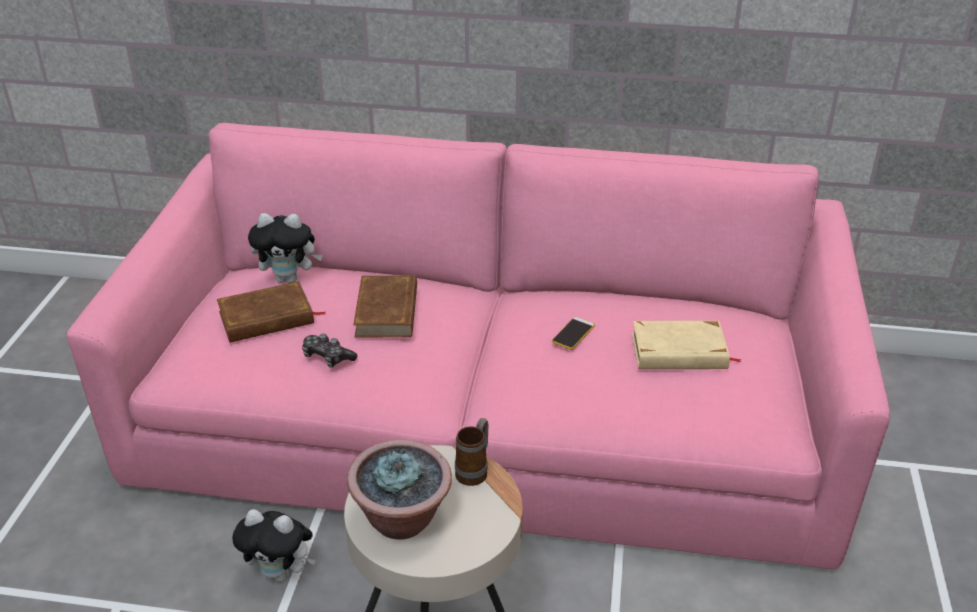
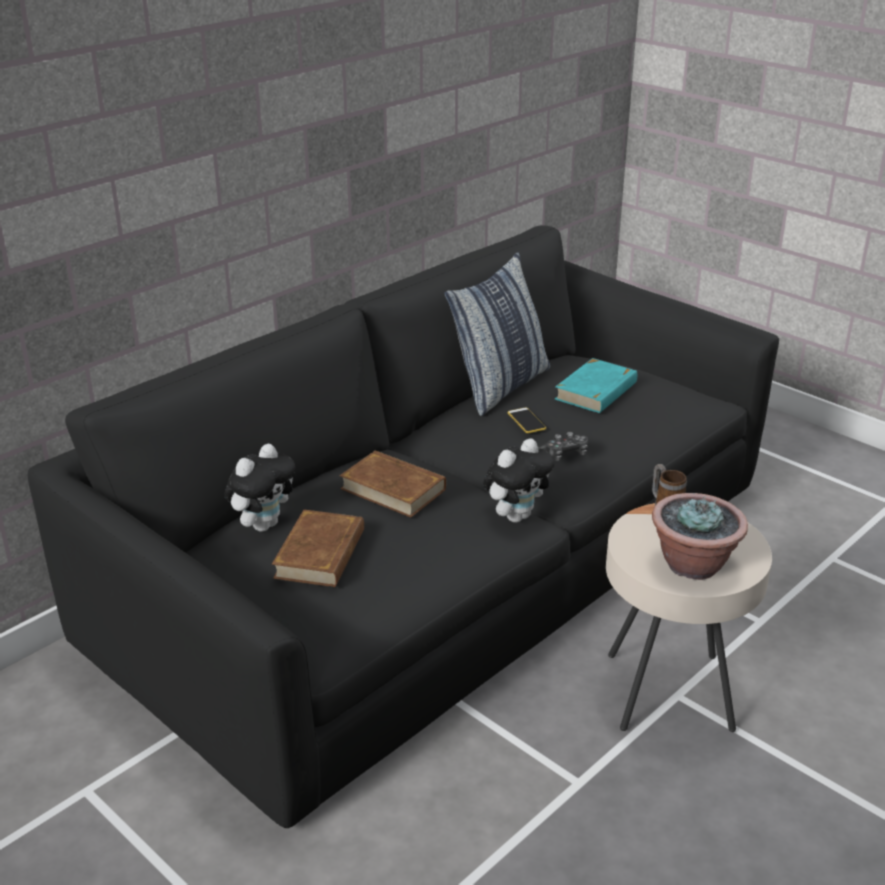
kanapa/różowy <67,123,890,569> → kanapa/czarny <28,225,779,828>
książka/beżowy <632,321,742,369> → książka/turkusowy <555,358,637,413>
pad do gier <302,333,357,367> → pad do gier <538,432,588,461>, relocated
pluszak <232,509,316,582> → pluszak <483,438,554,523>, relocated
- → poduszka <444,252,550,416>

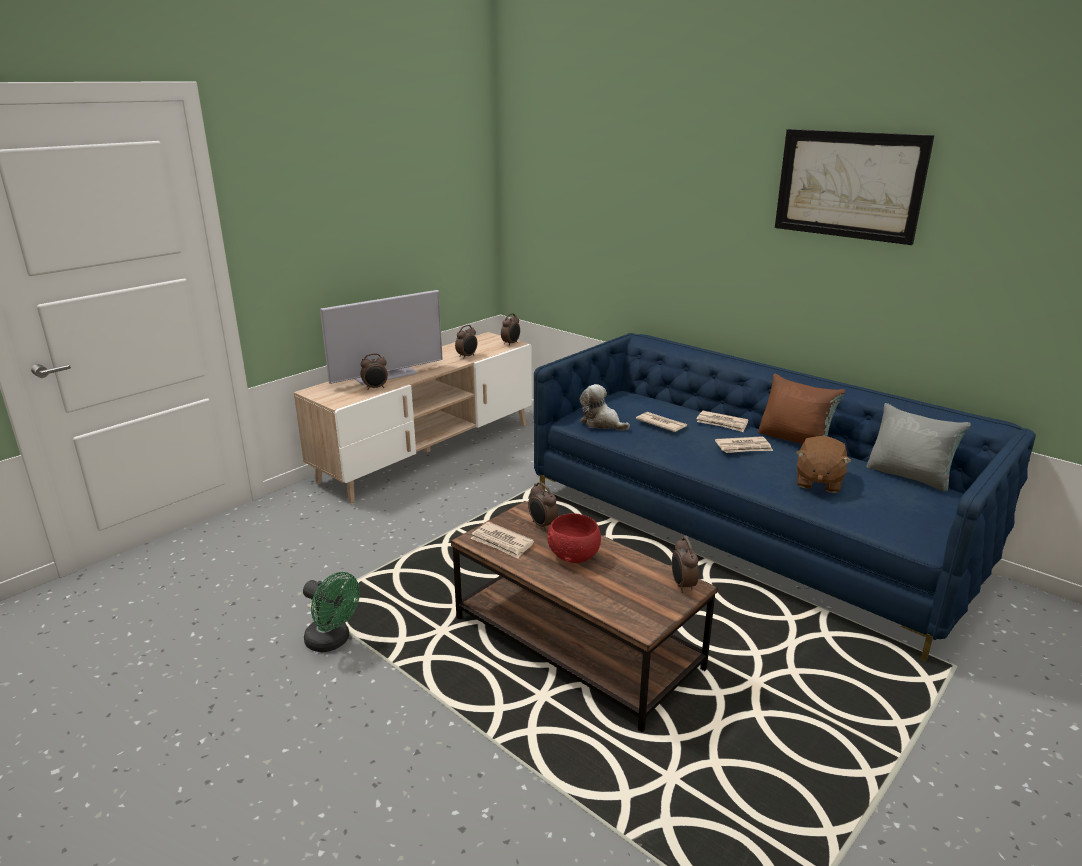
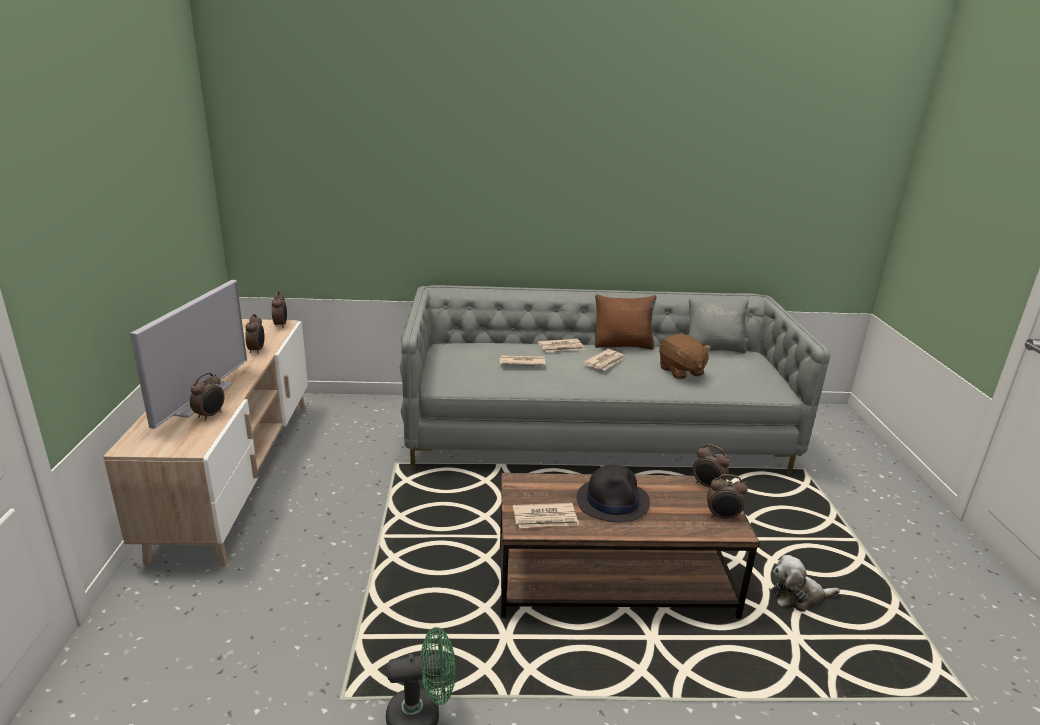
obraz <775,129,934,245> → -
kanapa/niebieski <534,333,1036,662> → kanapa/szary <399,285,830,474>
pluszak <579,384,630,431> → pluszak <771,555,840,612>, relocated
budzik <528,482,558,531> → budzik <707,474,748,521>, relocated
miska/czerwony <547,513,601,563> → kapelusz/czarny <576,465,650,522>

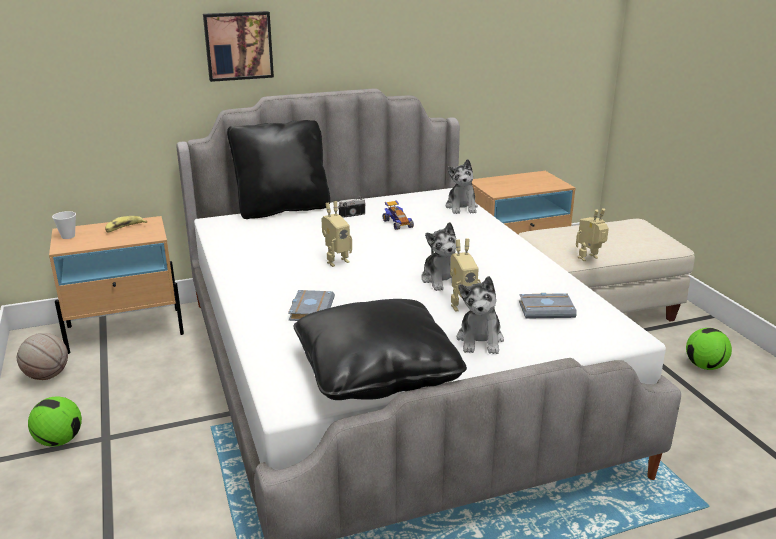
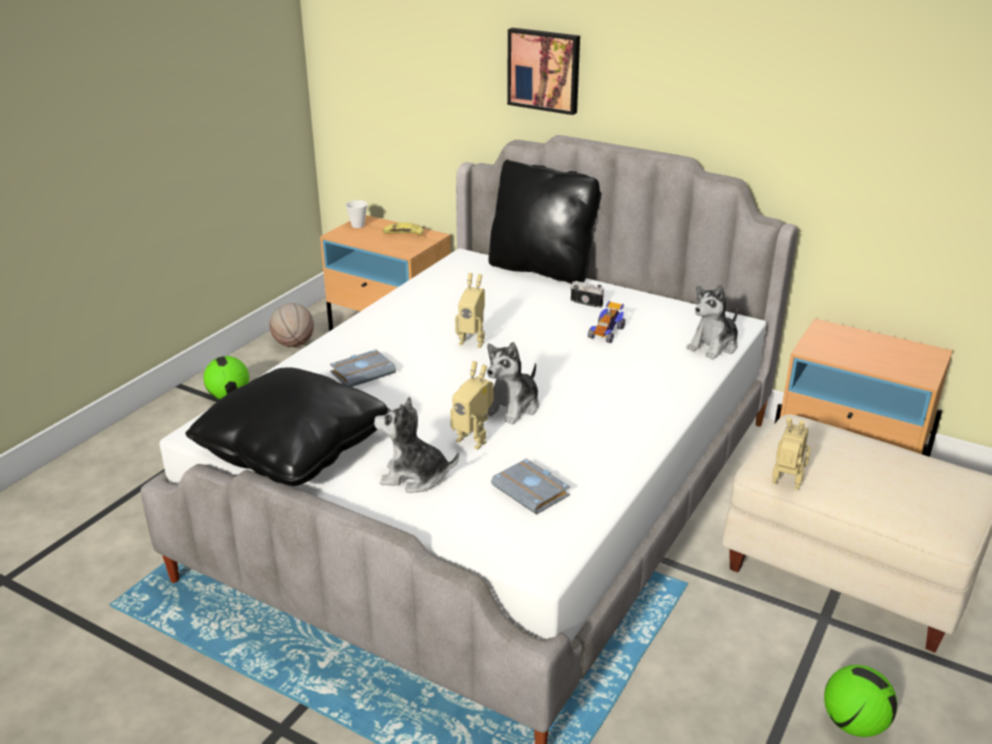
pluszak <457,276,504,354> → pluszak <374,397,459,493>, 45 degrees clockwise

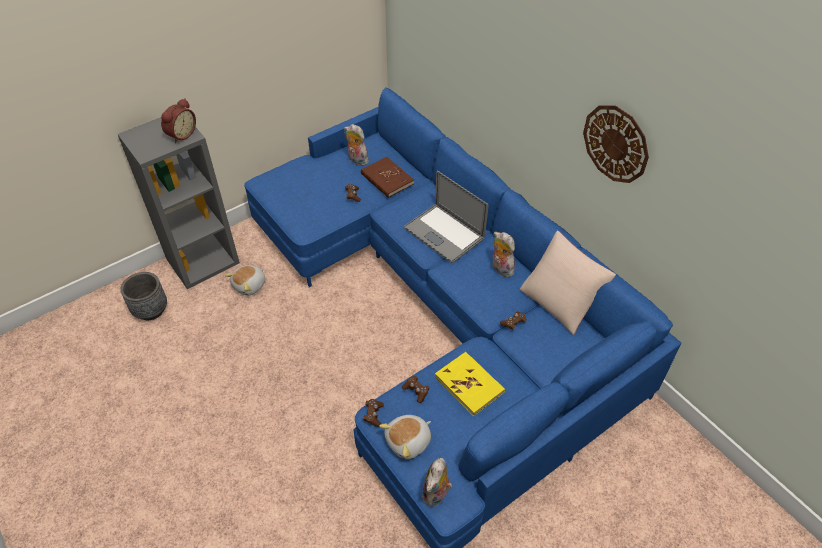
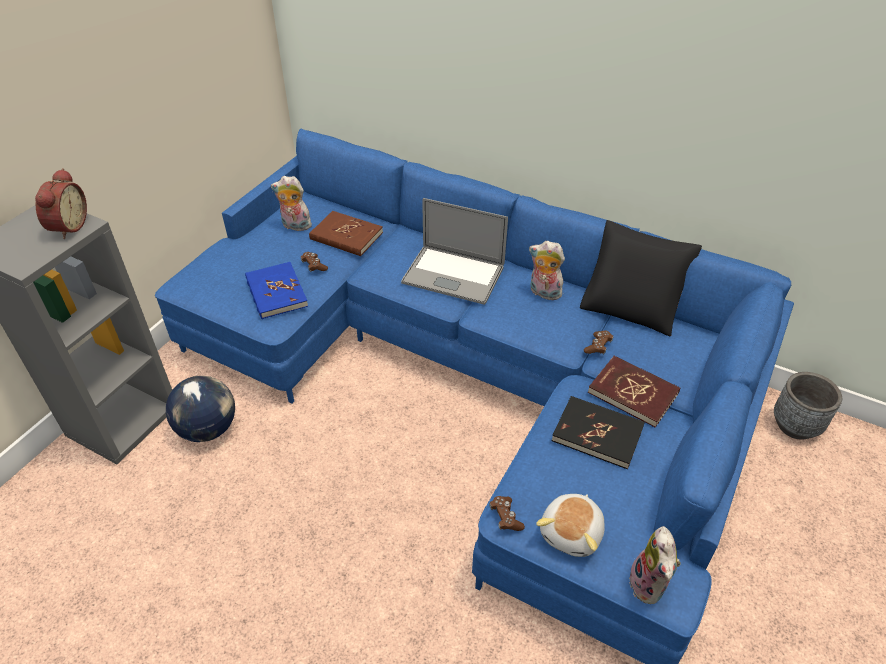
zegar ścienny <583,105,649,183> → -
poduszka/beżowy <520,230,616,335> → poduszka/czarny <580,220,702,337>
pluszak <225,265,265,296> → globus <166,376,235,442>
donica/szary <120,272,167,320> → donica/szary <774,372,842,440>, relocated
książka/żółty <435,352,505,416> → książka/czarny <552,396,645,470>
pad do gier/brązowy <402,376,429,403> → -
- → książka/niebieski <245,262,308,319>
- → książka/czerwony <588,356,680,427>

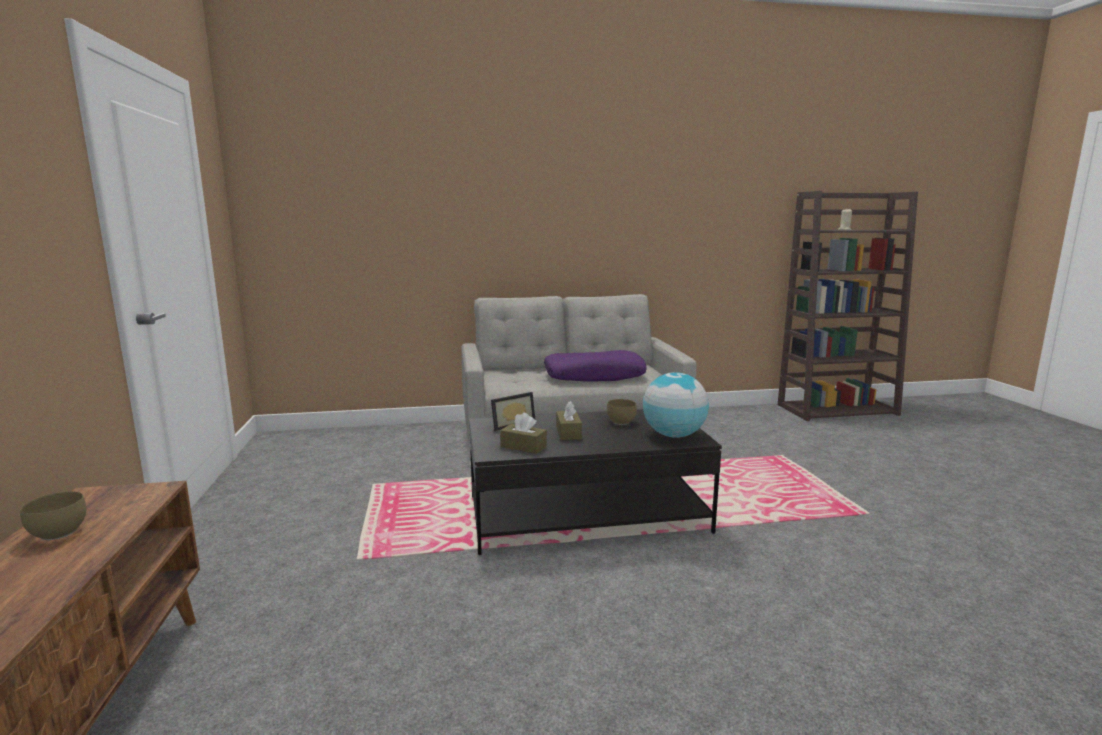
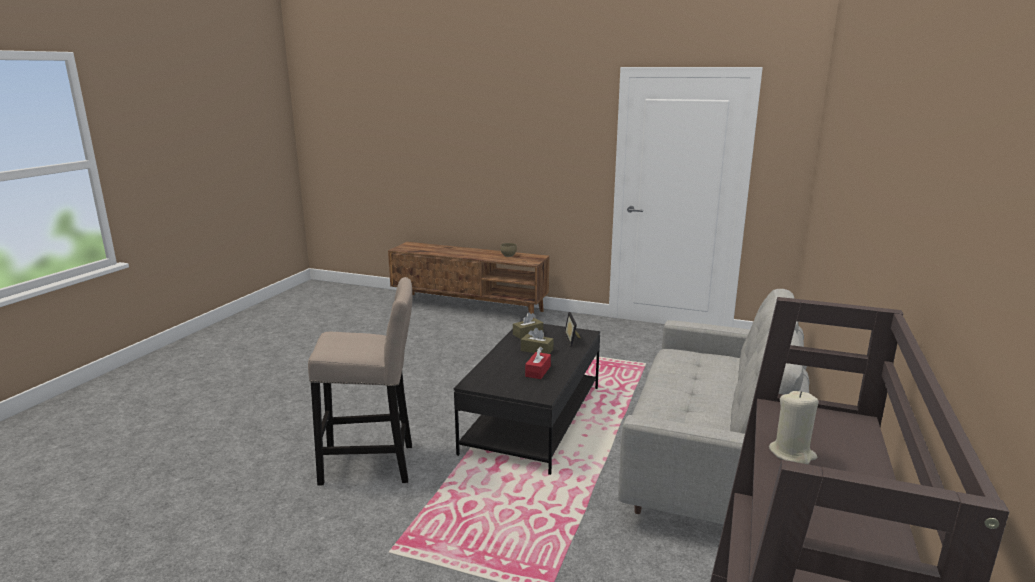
poduszka/fioletowy <544,350,646,382> → -
globus <643,372,709,438> → -
miska/brązowy <607,399,637,425> → pudełko chusteczek/czerwony <525,347,551,379>
- → stołek/beżowy <308,277,413,486>

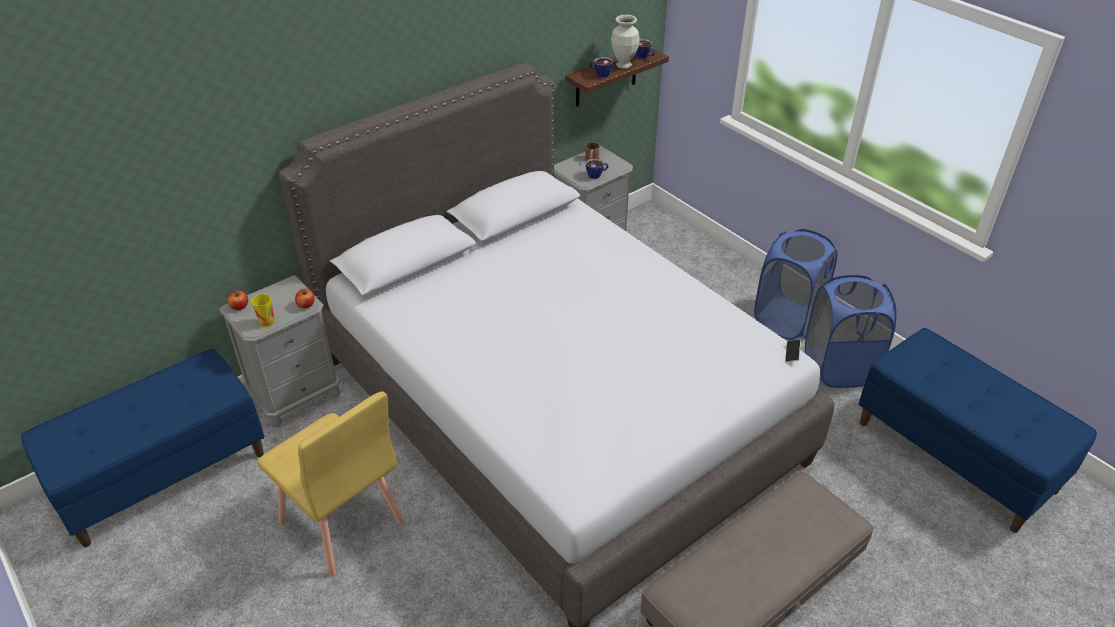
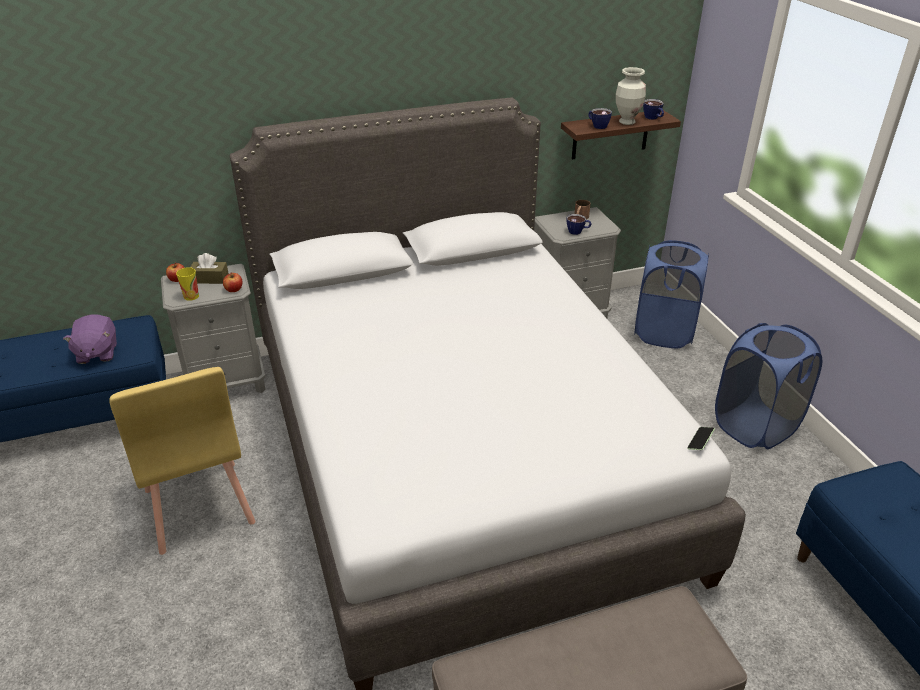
kosz na pranie/niebieski <805,275,897,388> → kosz na pranie/niebieski <634,240,709,348>, relocated
- → pudełko chusteczek/brązowy <190,253,229,284>
- → pluszak/fioletowy <63,314,117,364>

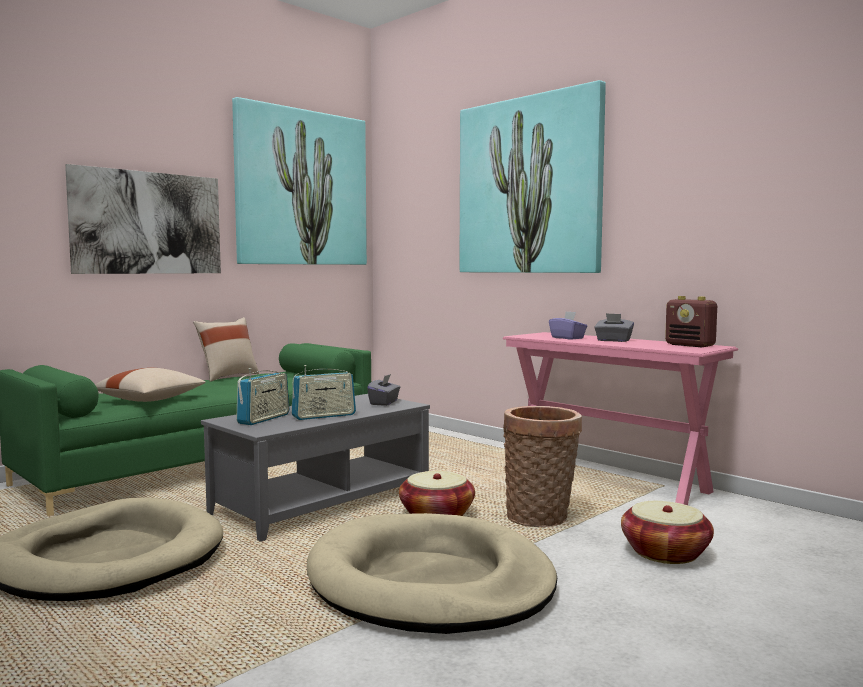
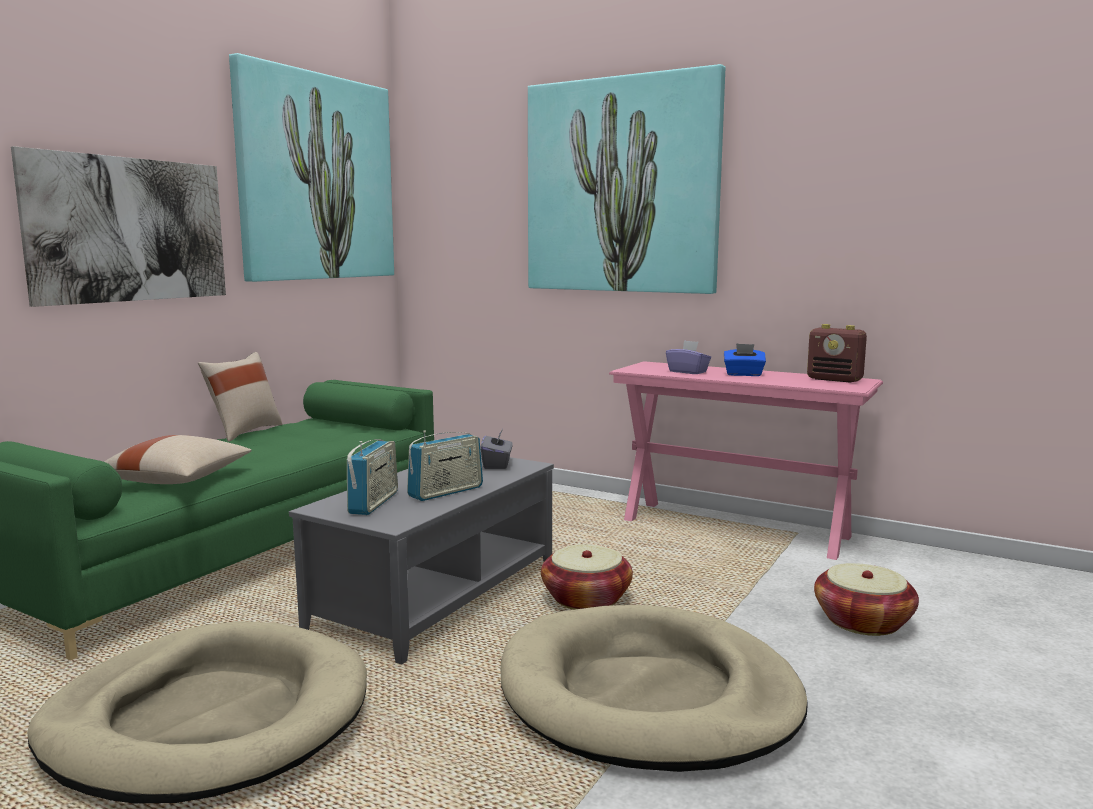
pudełko chusteczek/szary <594,313,634,342> → pudełko chusteczek/niebieski <724,343,766,376>
koszyk <503,406,582,527> → -

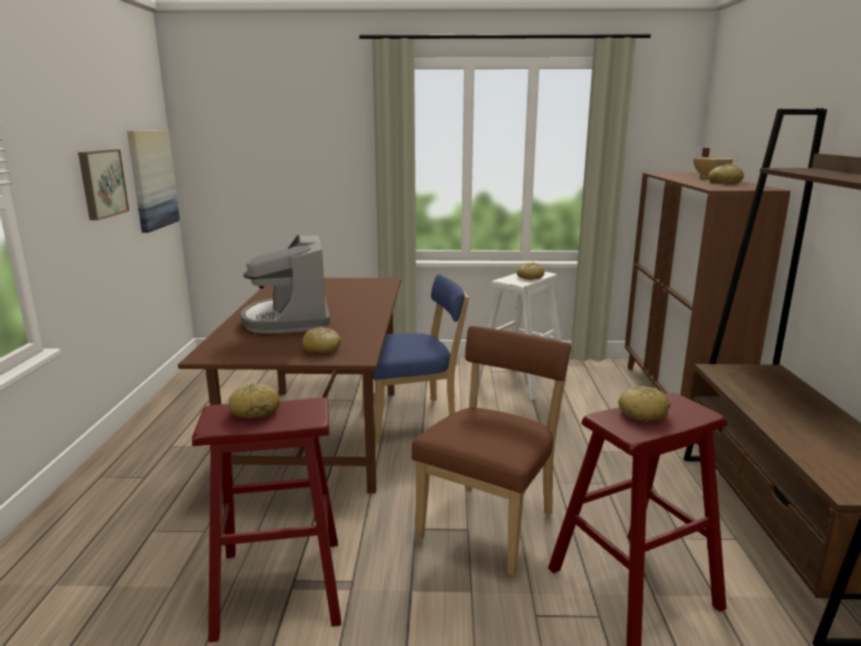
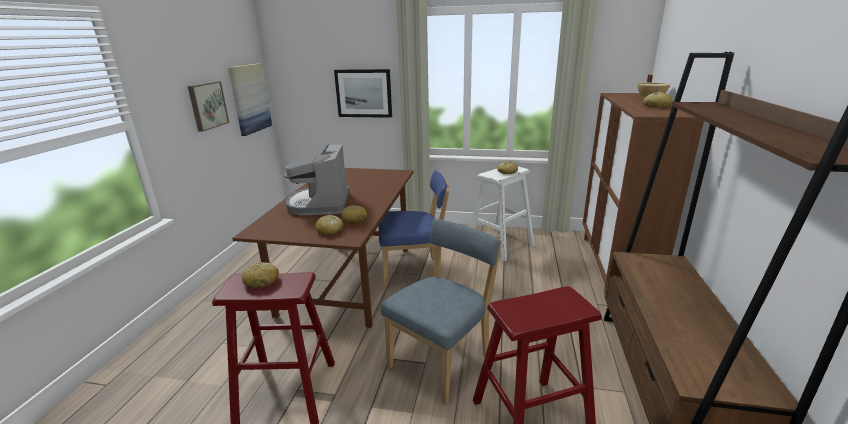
krzesło/brązowy <412,326,571,576> → krzesło/niebieski <381,219,502,404>
chleb <618,386,671,421> → chleb <341,205,367,223>, relocated
- → obraz <334,69,392,118>

